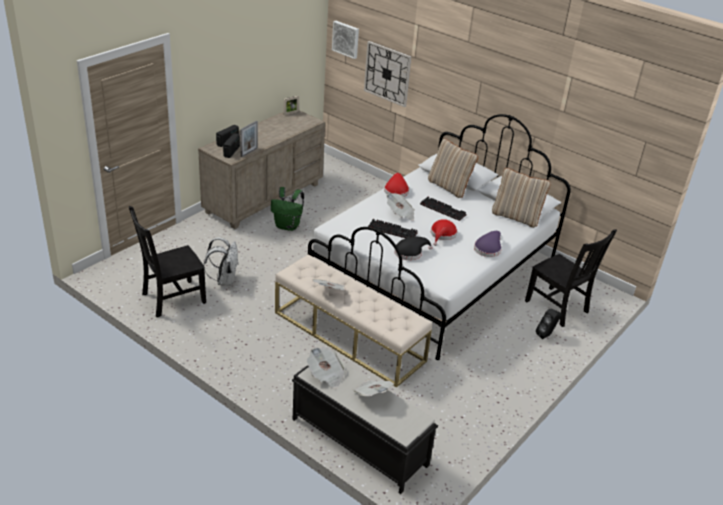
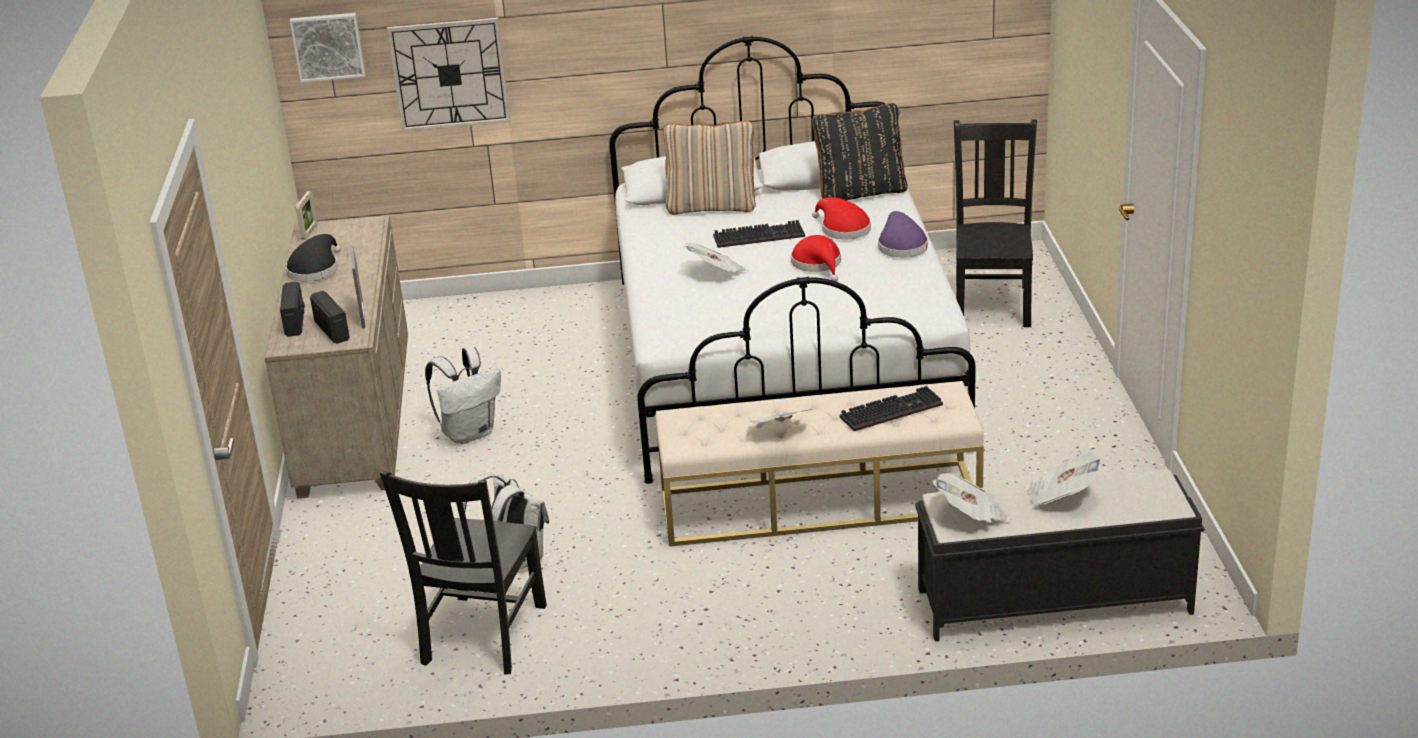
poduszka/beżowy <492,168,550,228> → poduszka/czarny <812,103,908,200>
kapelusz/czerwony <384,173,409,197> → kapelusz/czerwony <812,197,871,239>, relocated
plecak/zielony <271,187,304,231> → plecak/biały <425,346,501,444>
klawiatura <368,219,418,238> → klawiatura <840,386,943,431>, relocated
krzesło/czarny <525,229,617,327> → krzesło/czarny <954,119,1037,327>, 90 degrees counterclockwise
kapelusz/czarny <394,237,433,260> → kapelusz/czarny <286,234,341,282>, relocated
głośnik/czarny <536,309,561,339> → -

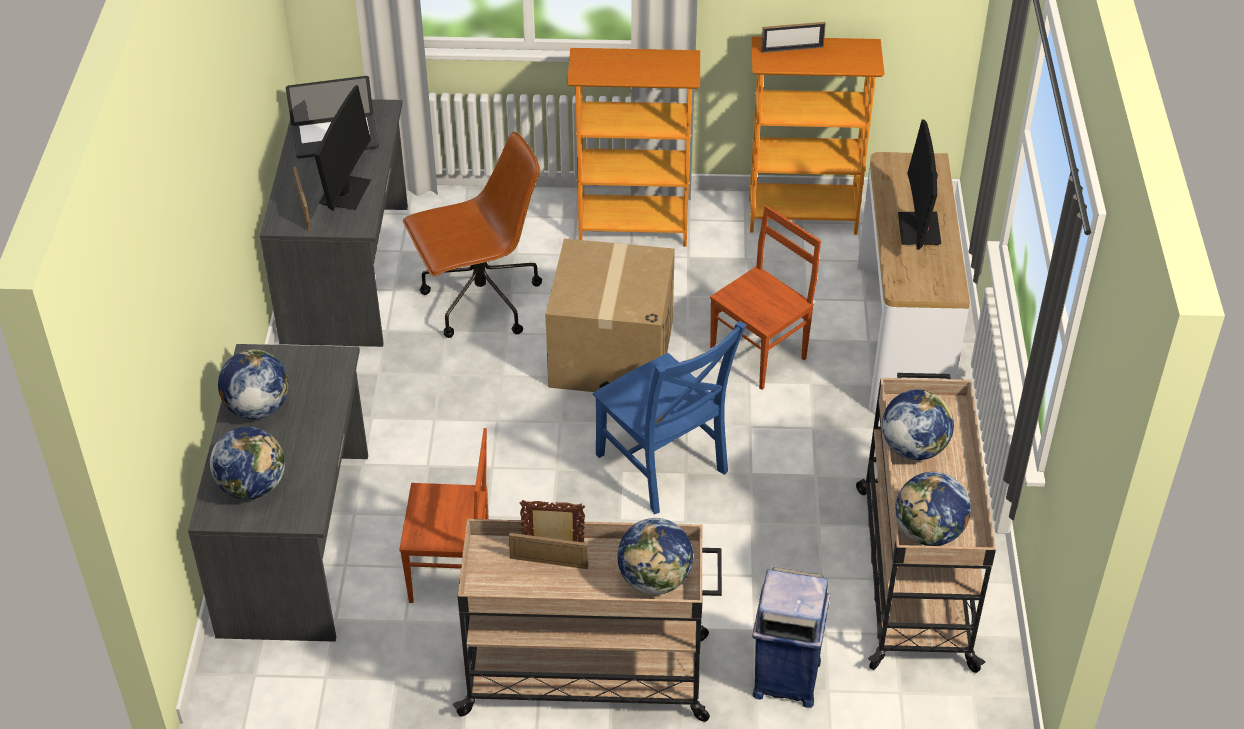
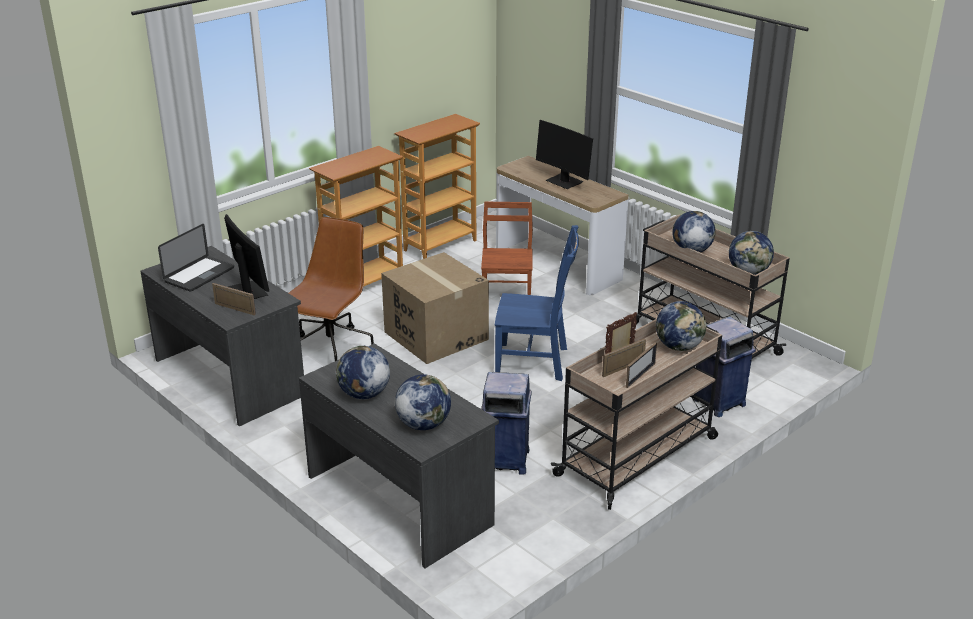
ramka na zdjęcie <761,22,826,53> → ramka na zdjęcie <626,342,657,388>, relocated
krzesło/brązowy <399,428,489,603> → kosz na śmieci/niebieski <481,372,532,475>

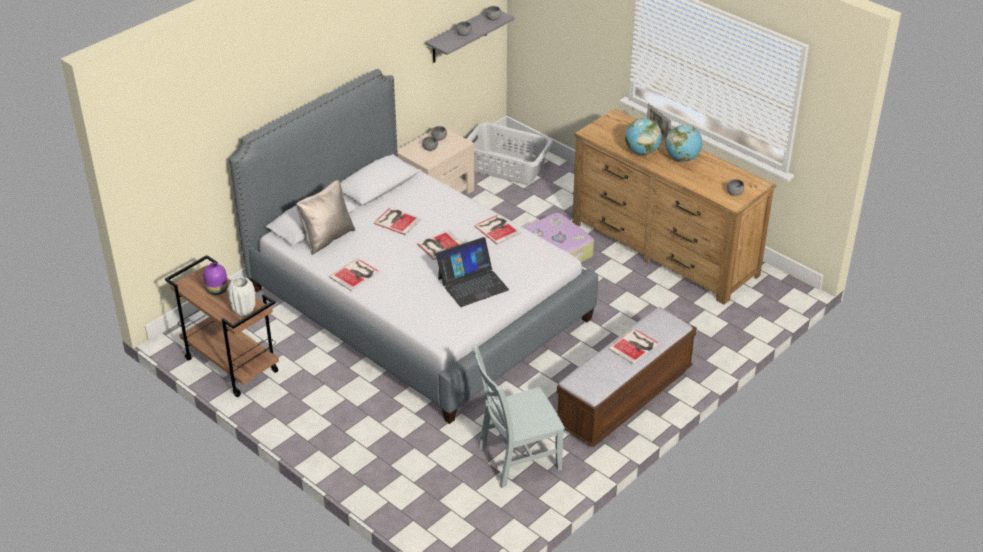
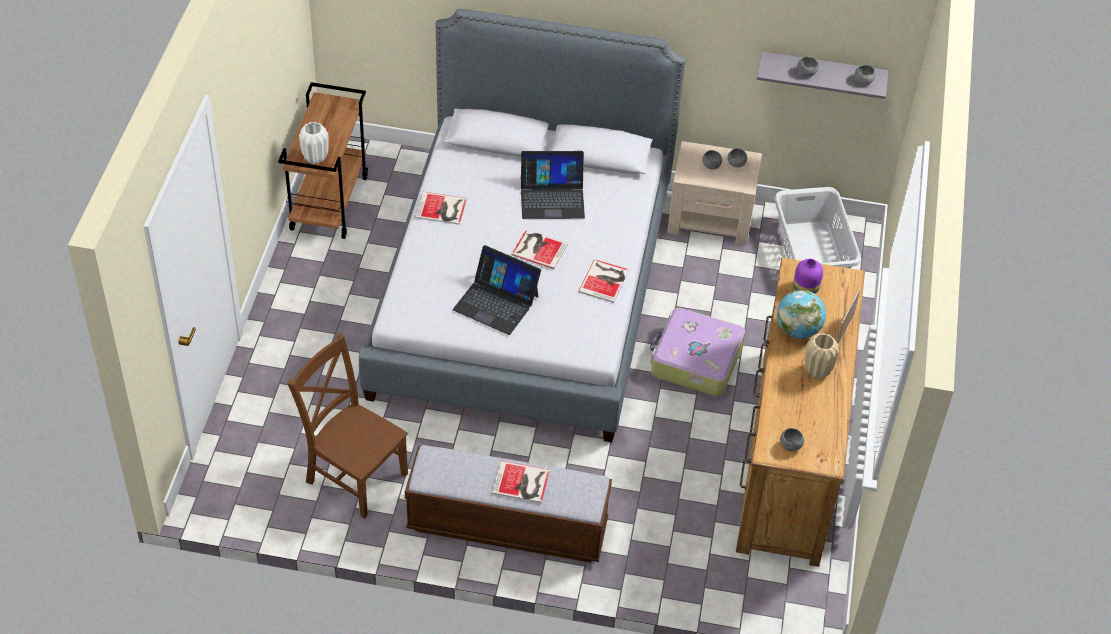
globus <665,125,702,162> → wazon/beżowy <805,333,839,379>
poduszka/beżowy <296,180,355,255> → -
książka <374,207,421,235> → laptop <521,151,585,219>
wazon/fioletowy <203,262,228,295> → wazon/fioletowy <793,259,823,294>, relocated
krzesło/szary <471,344,565,488> → krzesło/brązowy <287,333,408,519>

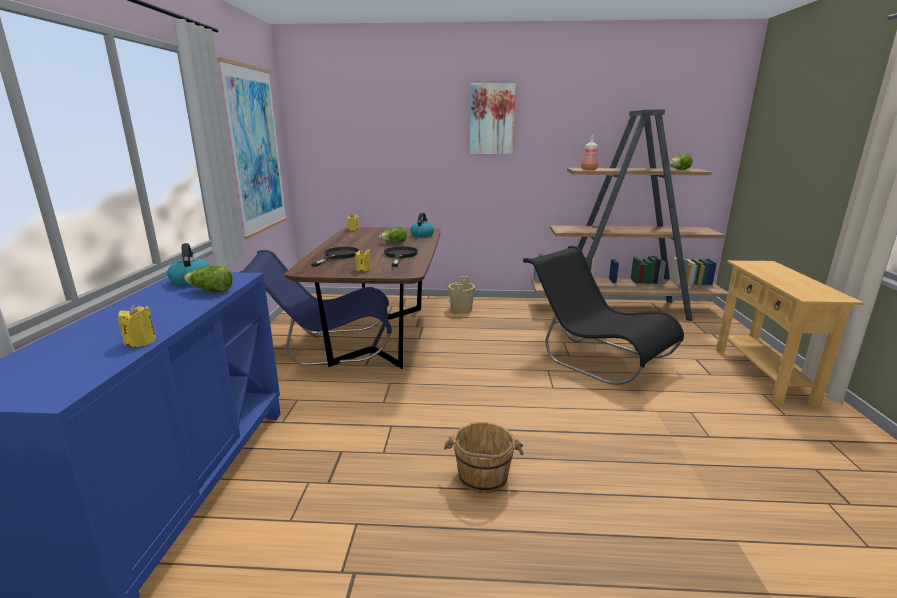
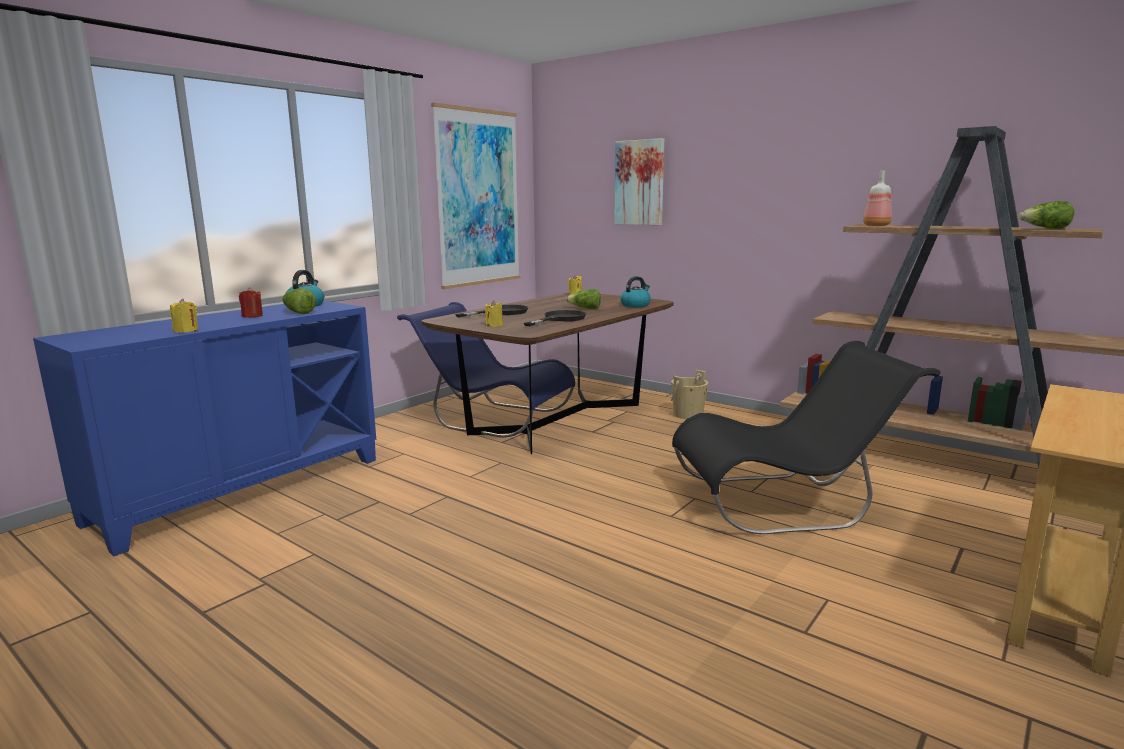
obraz <470,83,516,154> → obraz <614,138,664,225>, relocated
krzesło/czarny <523,246,684,385> → krzesło/czarny <672,341,941,534>, 90 degrees clockwise
wiadro/brązowy <444,422,524,493> → -
- → świeca/czerwony <239,287,263,318>

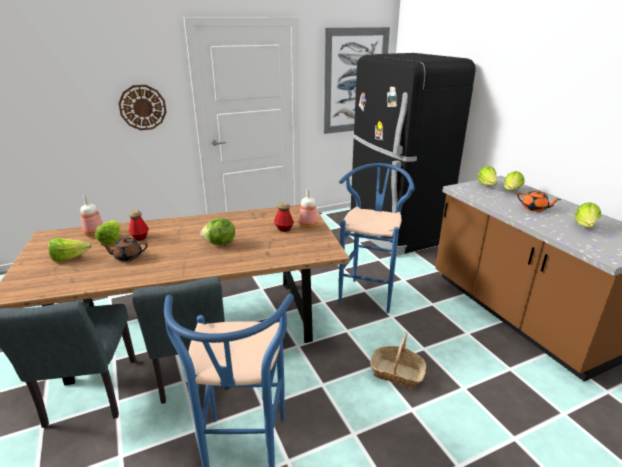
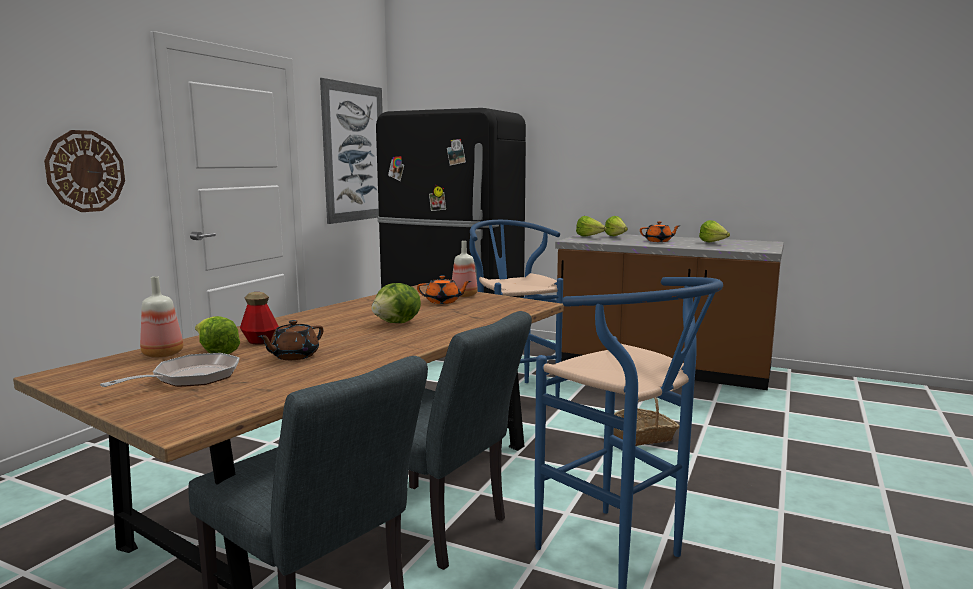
butelka <273,203,294,232> → imbryk/pomarańczowy <417,276,471,304>
sałata <48,238,92,261> → patelnia <100,353,240,387>

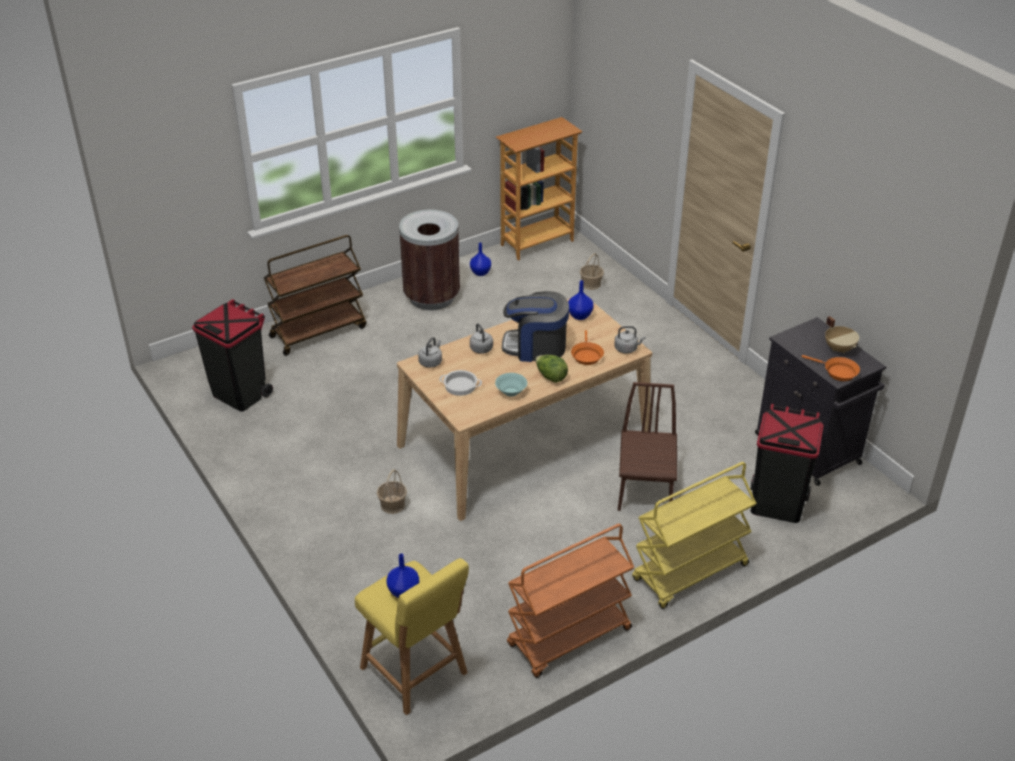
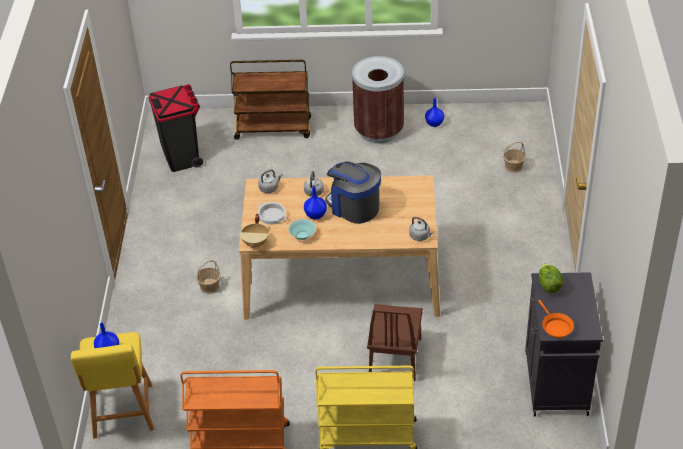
regał <496,117,582,260> → -
wazon/niebieski <568,280,594,320> → wazon/niebieski <304,187,327,220>, relocated
garnek/beżowy <825,316,859,353> → garnek/beżowy <240,214,269,248>, relocated
patelnia/pomarańczowy <571,330,604,365> → -
sałata <535,355,568,383> → sałata <539,263,563,293>, relocated
krzesło/brązowy <618,382,677,511> → krzesło/brązowy <367,304,423,381>, 150 degrees clockwise
kosz na śmieci/czarny <751,404,824,523> → -

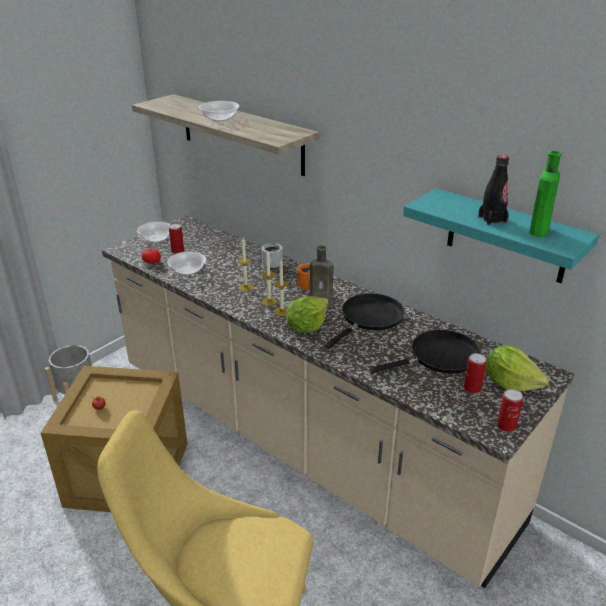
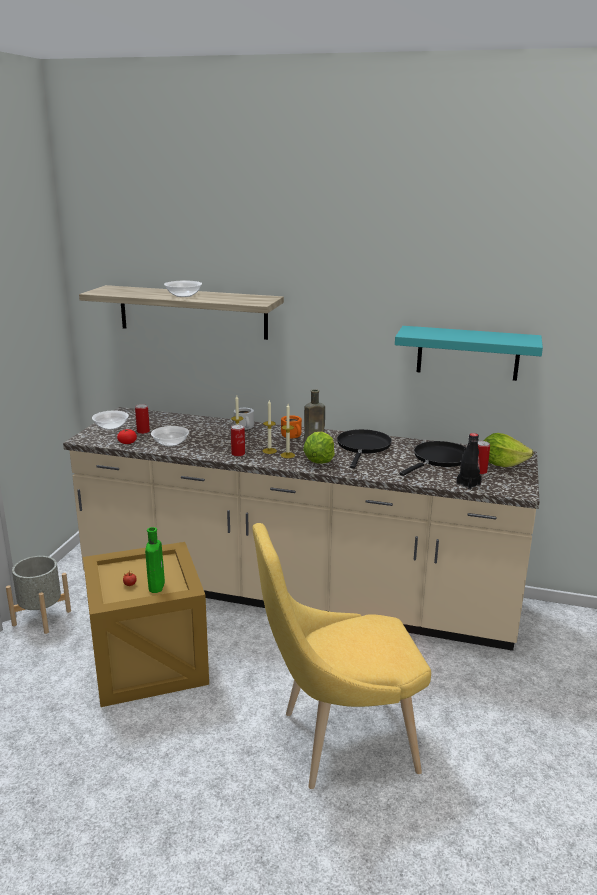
butelka/zielony <530,151,562,237> → butelka/zielony <145,527,165,593>, relocated
butelka/czarny <478,155,509,225> → butelka/czarny <457,433,482,490>, relocated
puszka <497,389,523,432> → puszka <231,425,245,457>, relocated

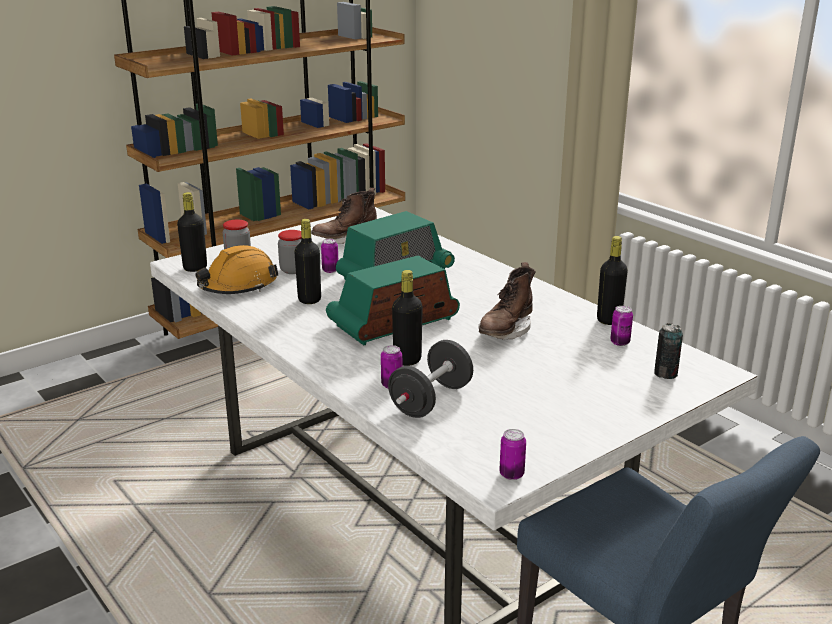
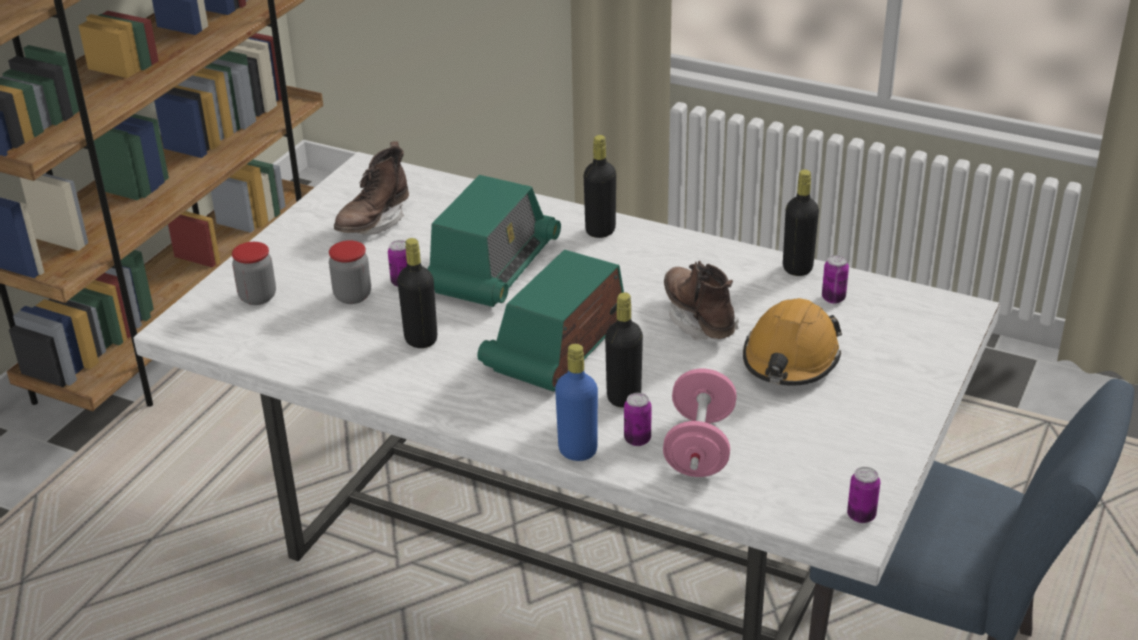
butelka/czarny <177,192,207,272> → butelka/czarny <584,135,616,238>, relocated
kask/pomarańczowy <195,245,278,294> → kask/pomarańczowy <743,298,842,386>, relocated
but z cholewką/brązowy <478,262,536,340> → but z cholewką/brązowy <664,261,739,340>, 150 degrees clockwise
puszka <654,323,683,379> → -
hantel/czarny <388,340,473,418> → hantel/różowy <663,369,737,477>
- → butelka/niebieski <555,344,598,461>

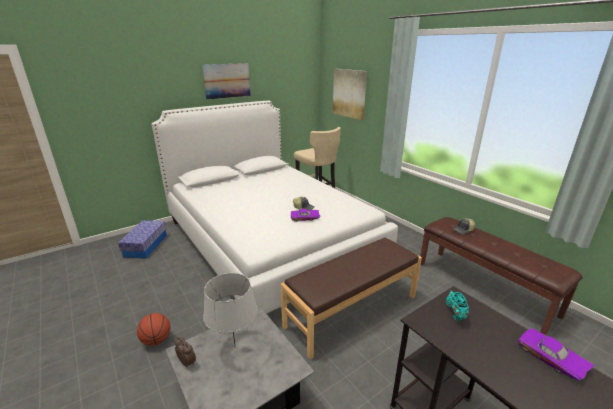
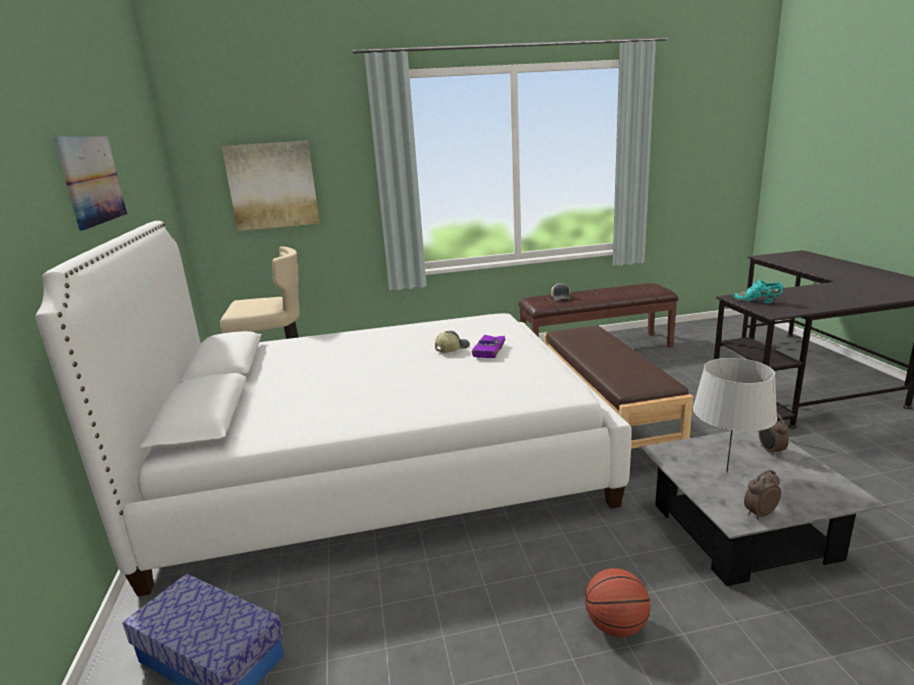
samochodzik/fioletowy <518,328,594,381> → -
- → budzik <758,413,789,456>

